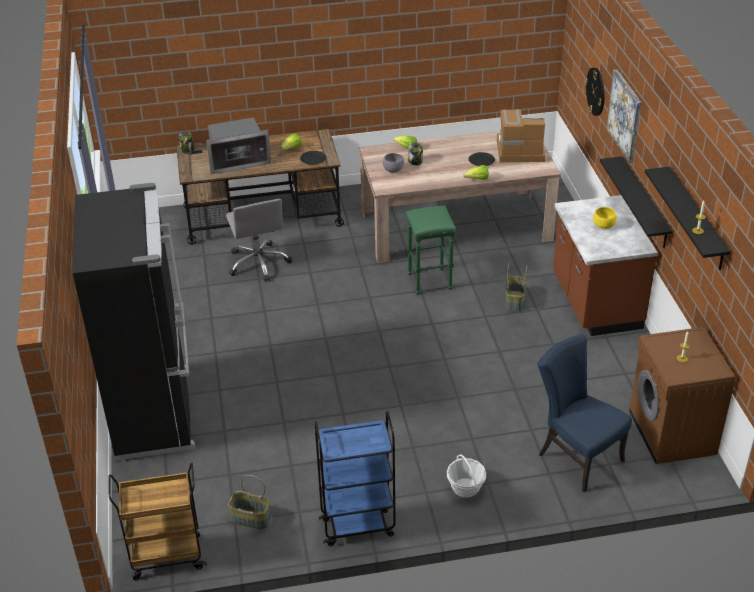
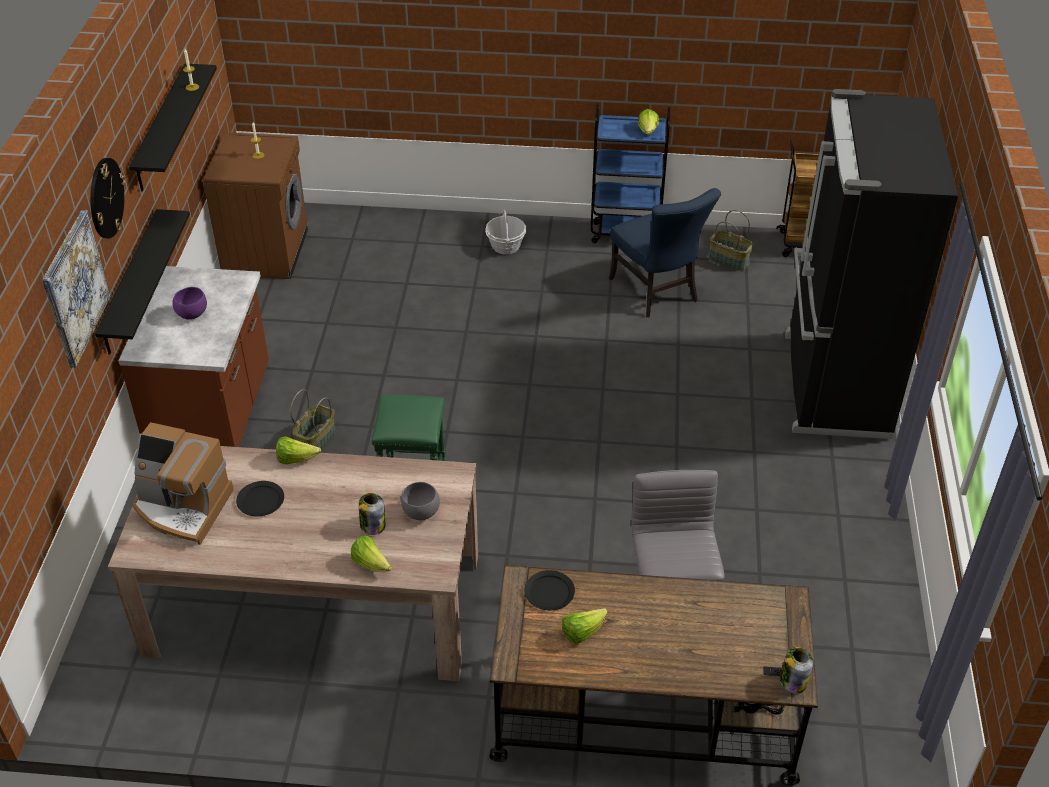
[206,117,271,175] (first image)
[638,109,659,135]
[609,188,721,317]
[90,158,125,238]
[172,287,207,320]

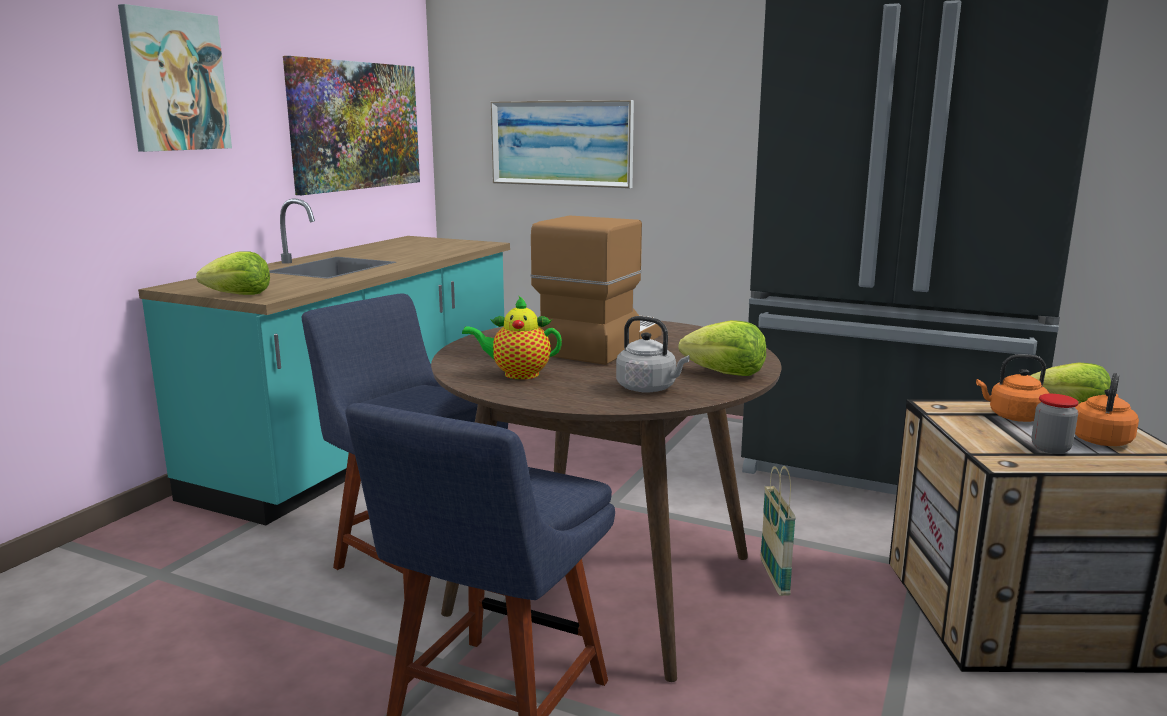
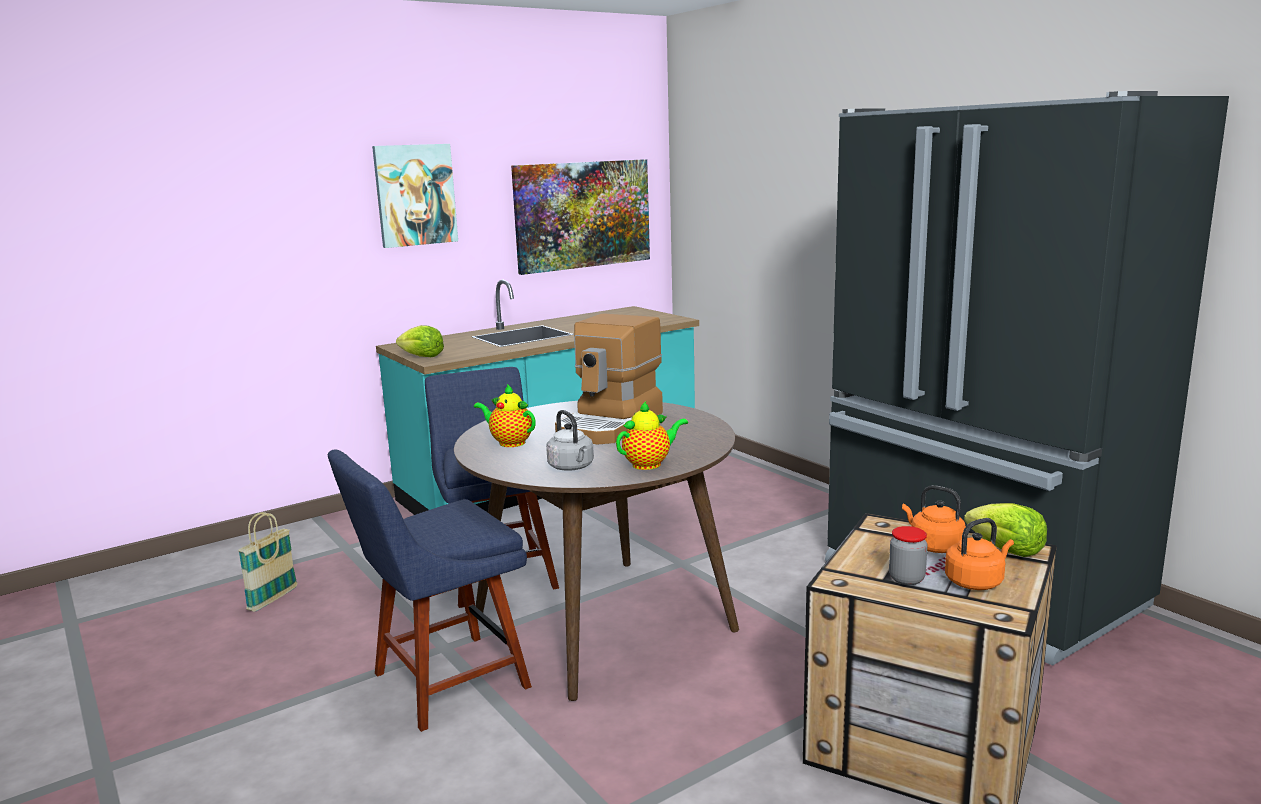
[490,100,634,188] (first image)
[238,512,297,612]
[616,401,688,470]
[555,313,663,445]

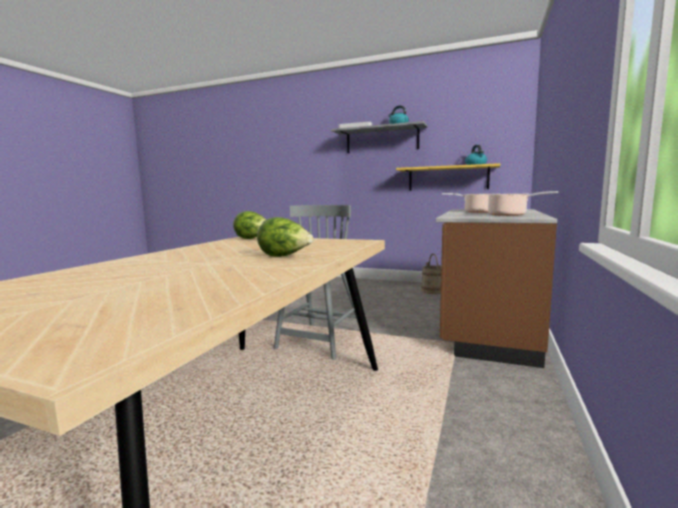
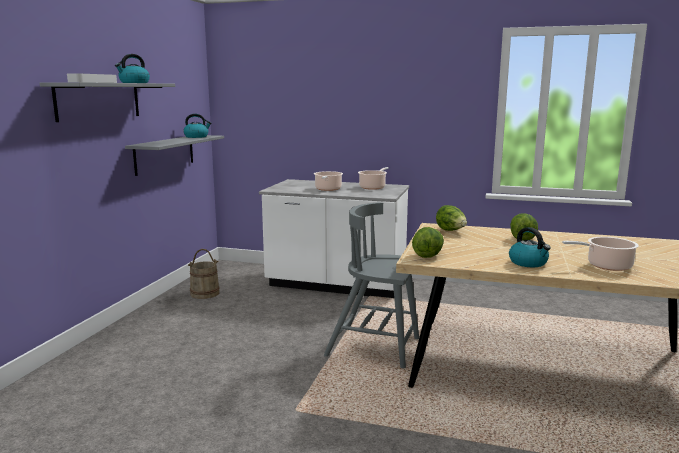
[436,205,467,231]
[509,227,551,267]
[562,237,639,271]
[125,135,224,176]
[259,179,409,298]

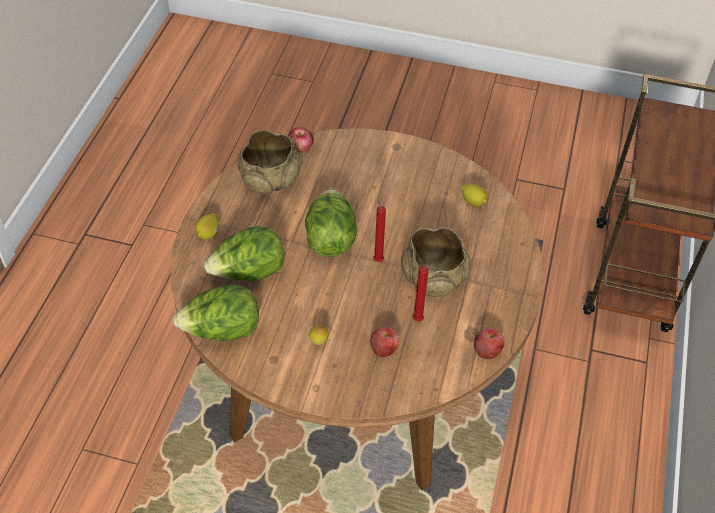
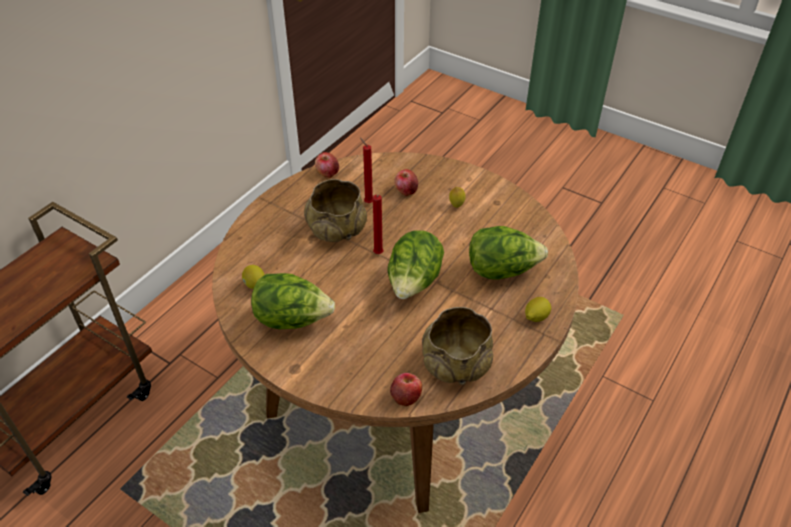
[251,273,335,329]

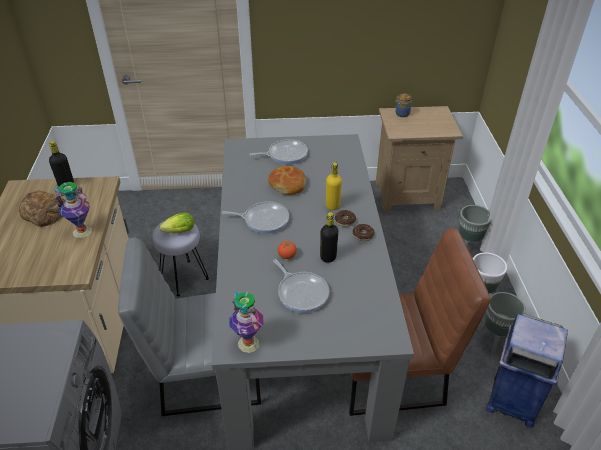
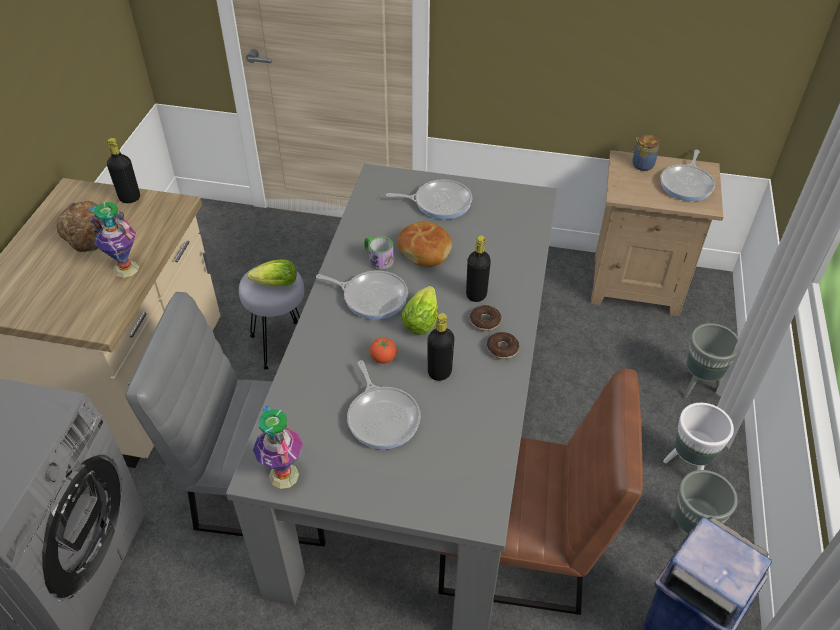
[364,236,394,271]
[401,286,438,335]
[660,149,715,201]
[466,235,491,302]

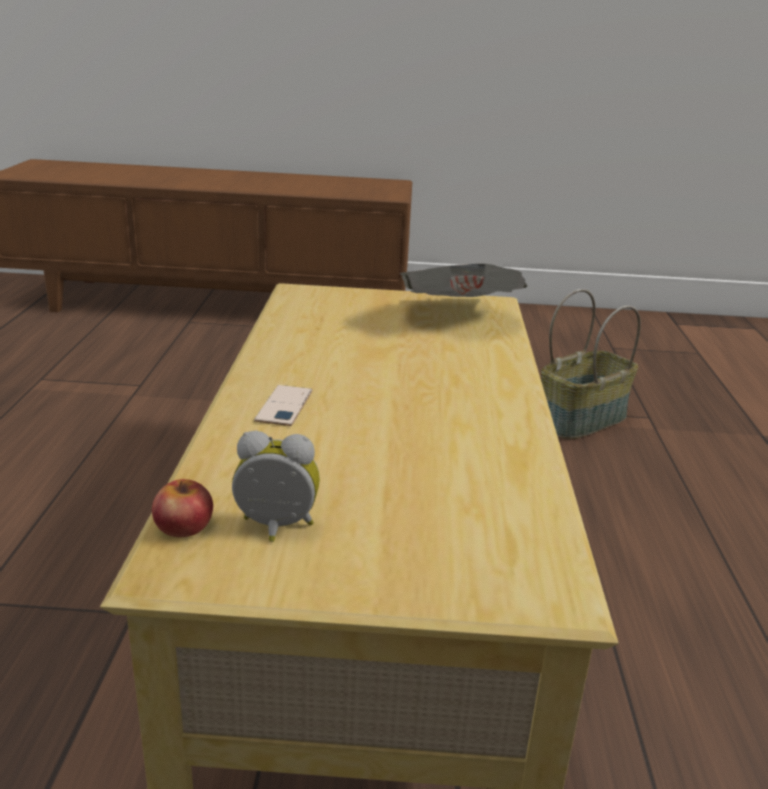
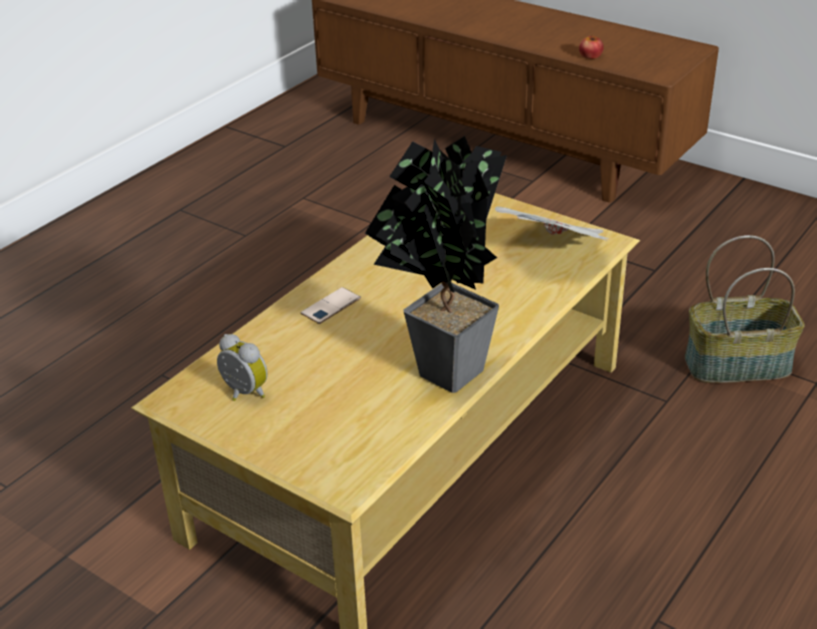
[365,136,507,393]
[579,36,604,59]

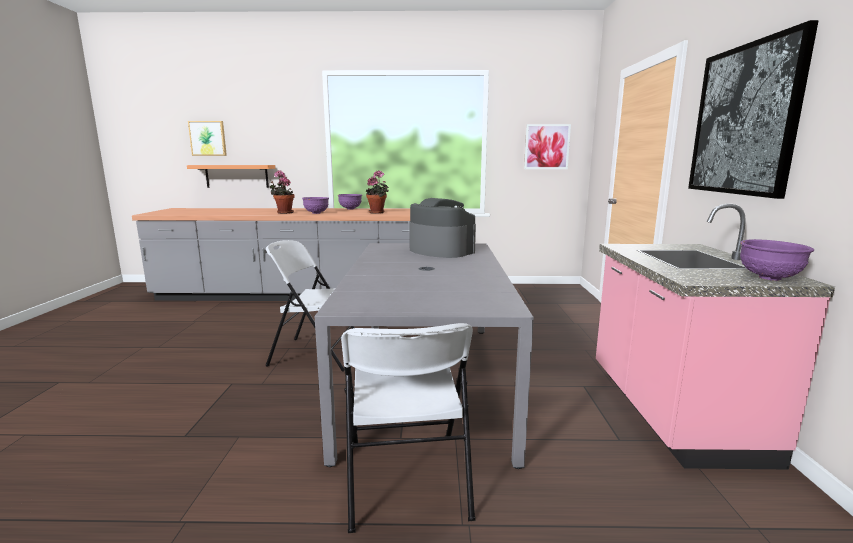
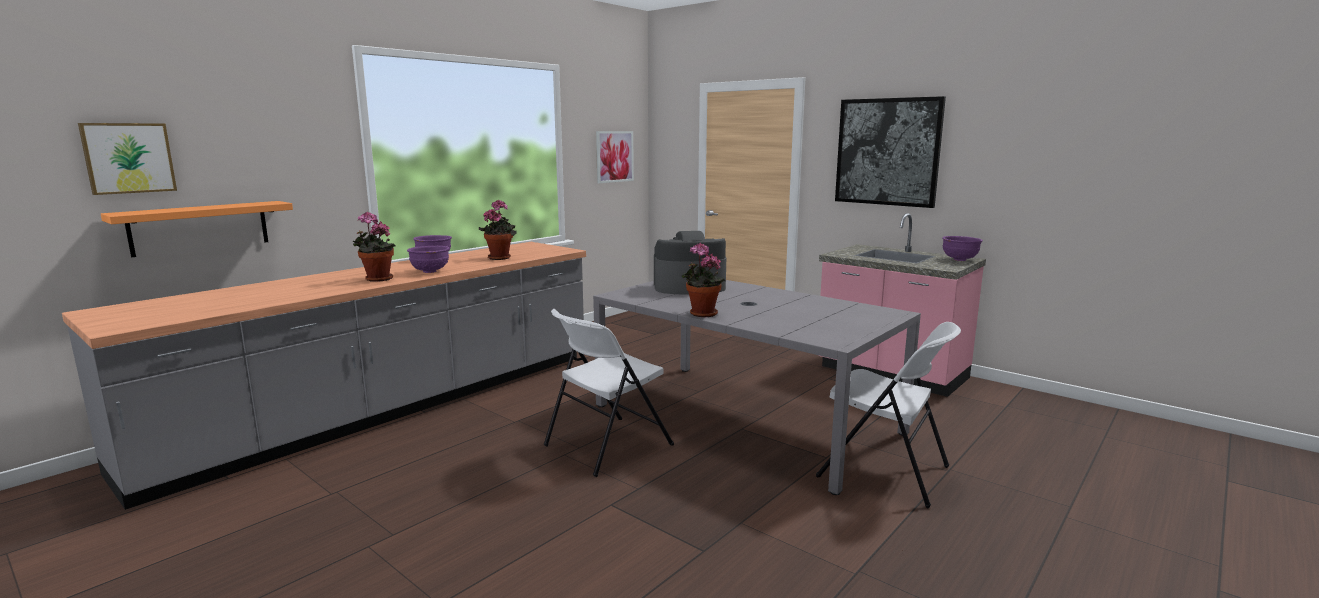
[682,243,725,317]

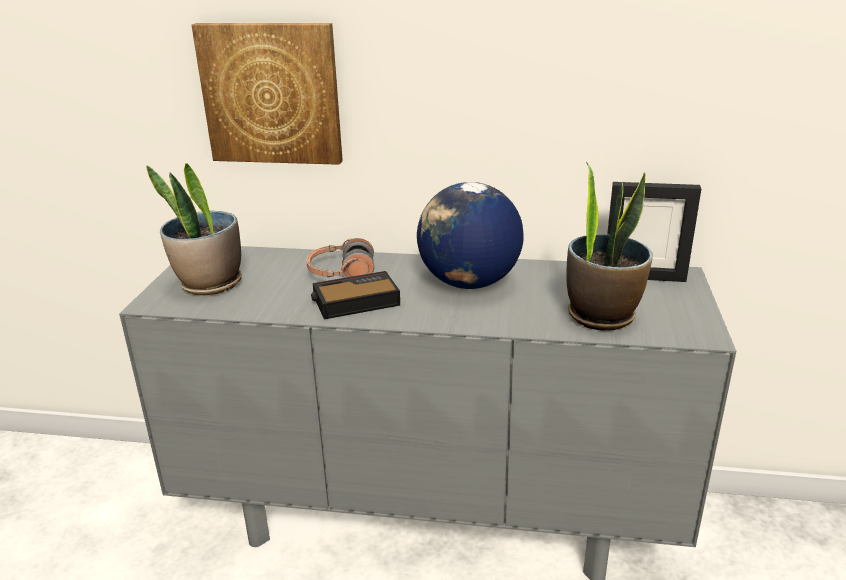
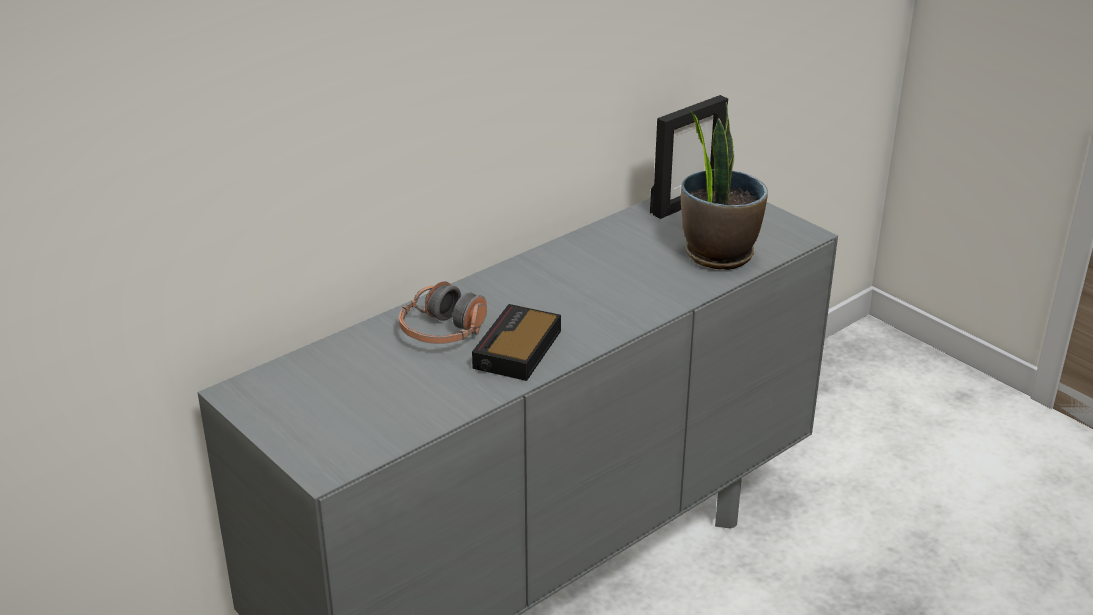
[146,163,242,295] (first image)
[191,23,343,165] (first image)
[417,182,524,289] (first image)

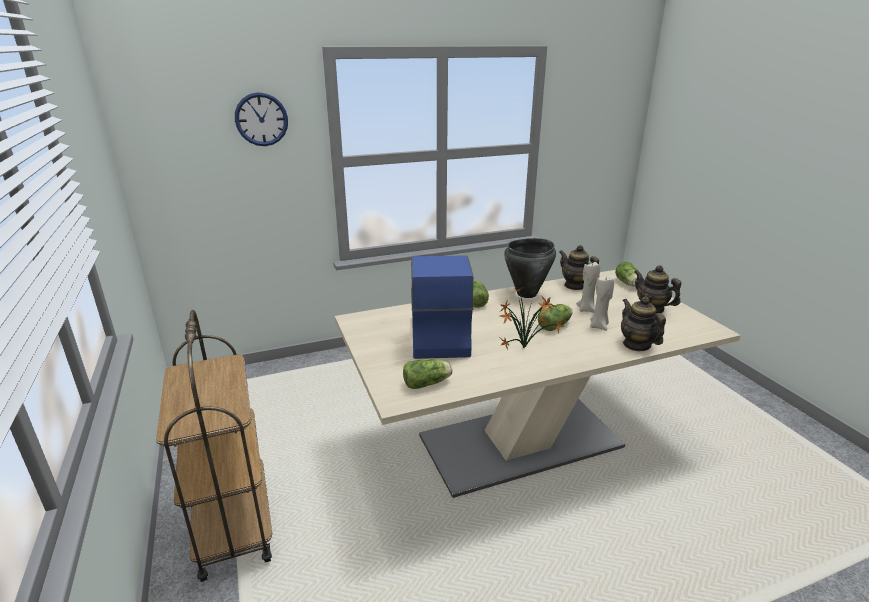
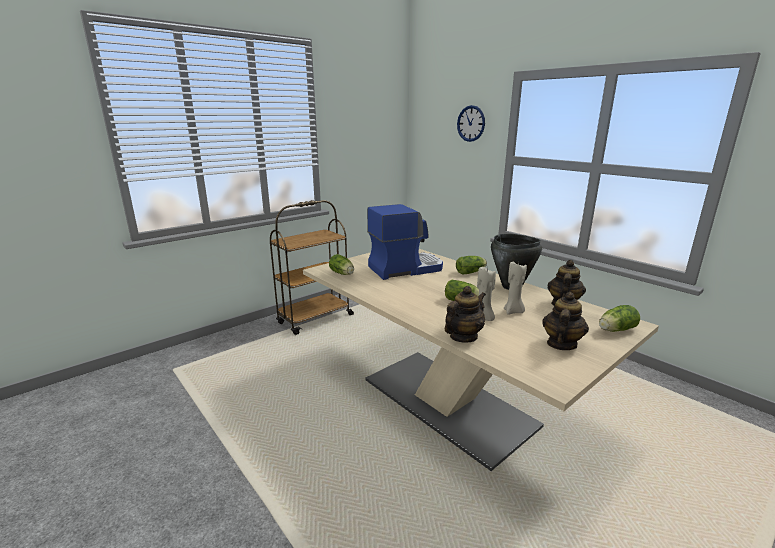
[499,286,565,350] (first image)

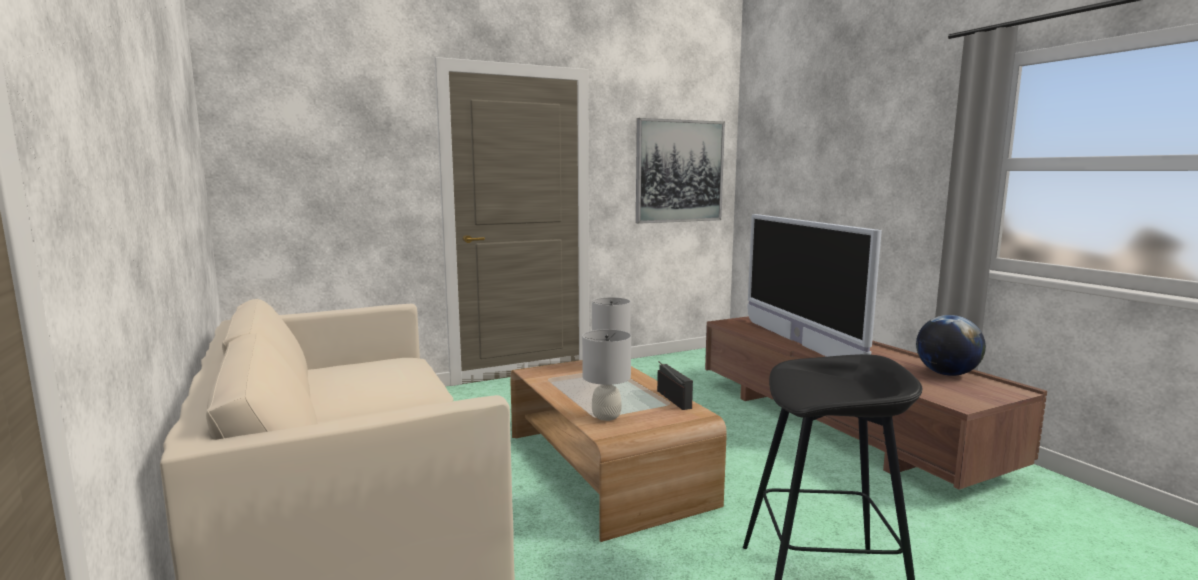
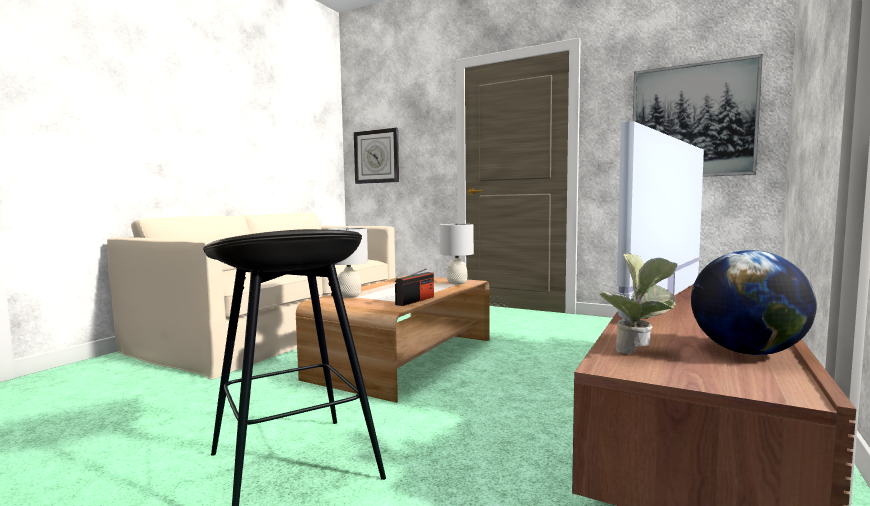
[354,128,399,184]
[599,251,677,354]

